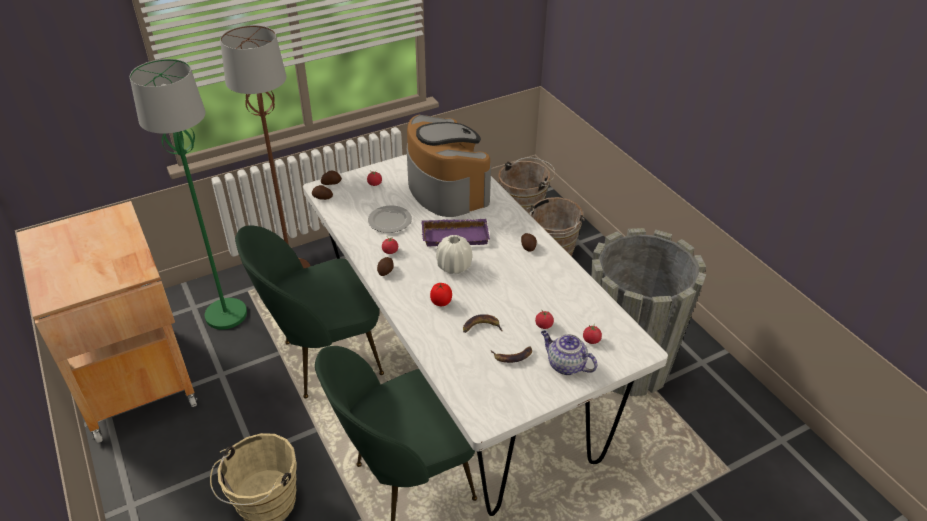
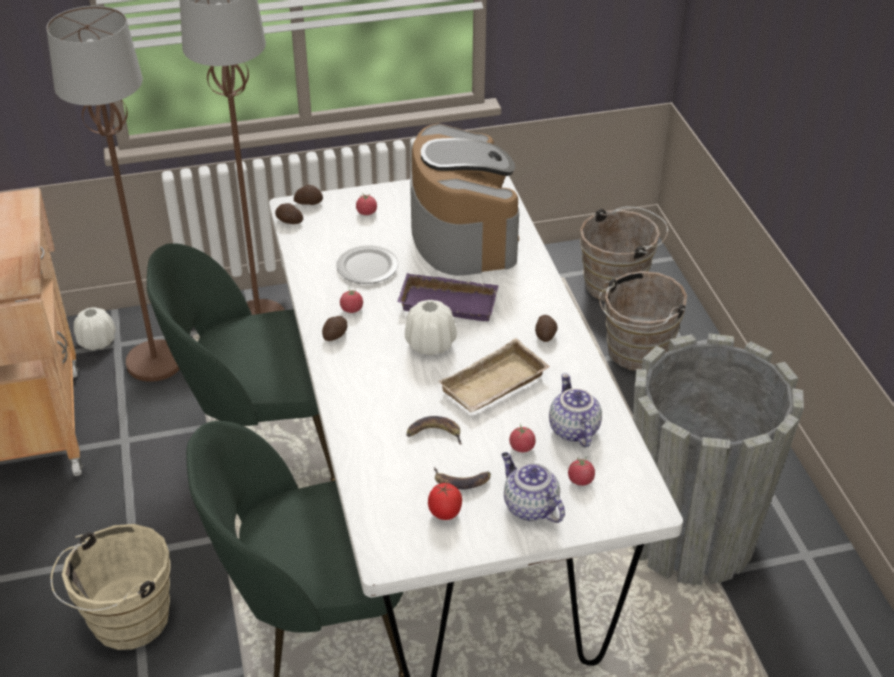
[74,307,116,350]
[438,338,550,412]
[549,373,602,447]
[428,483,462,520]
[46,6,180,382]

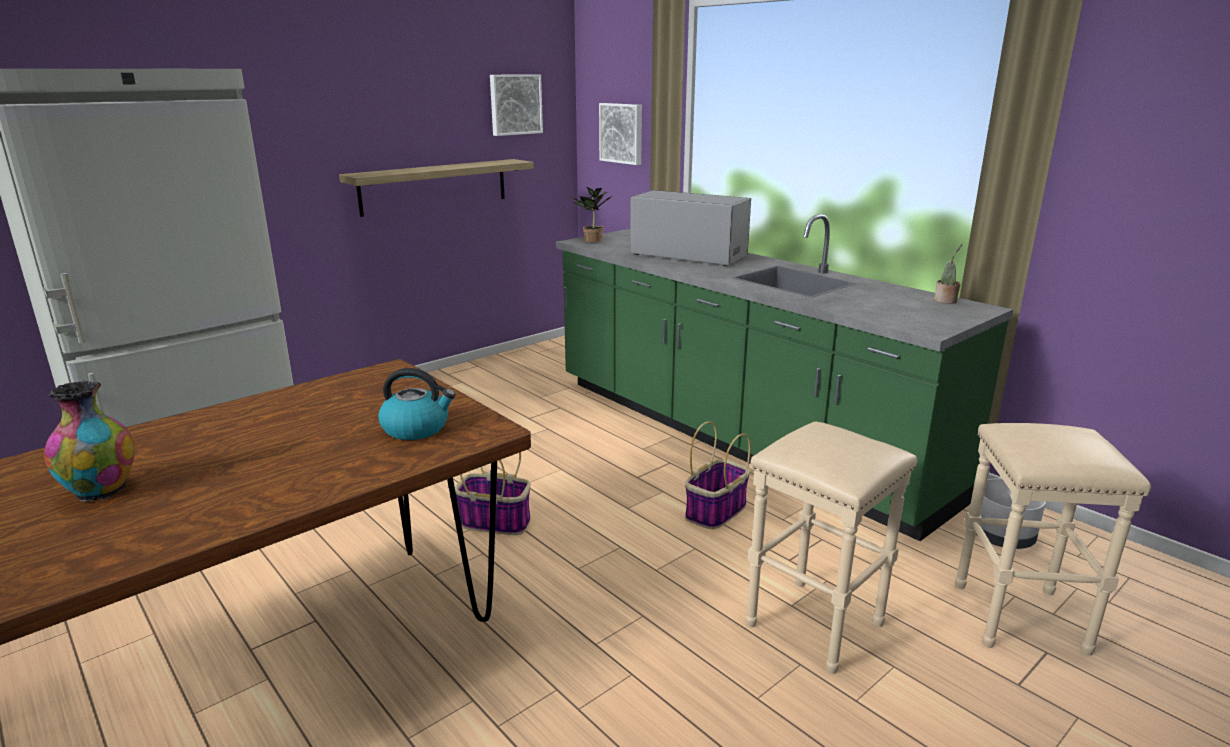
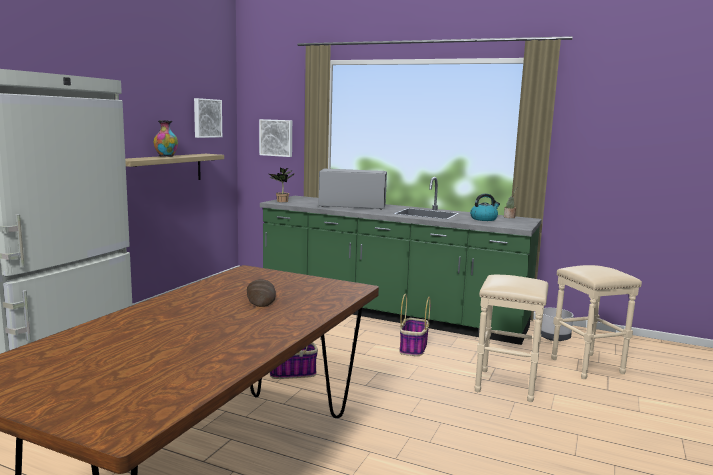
[247,279,276,307]
[153,120,178,157]
[470,193,500,221]

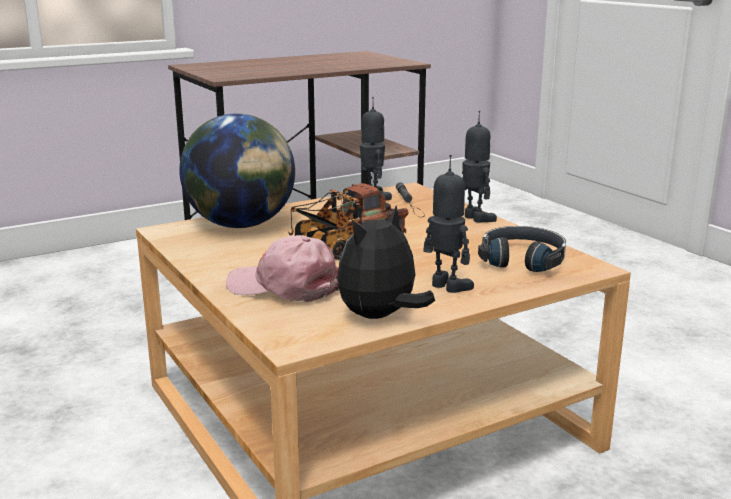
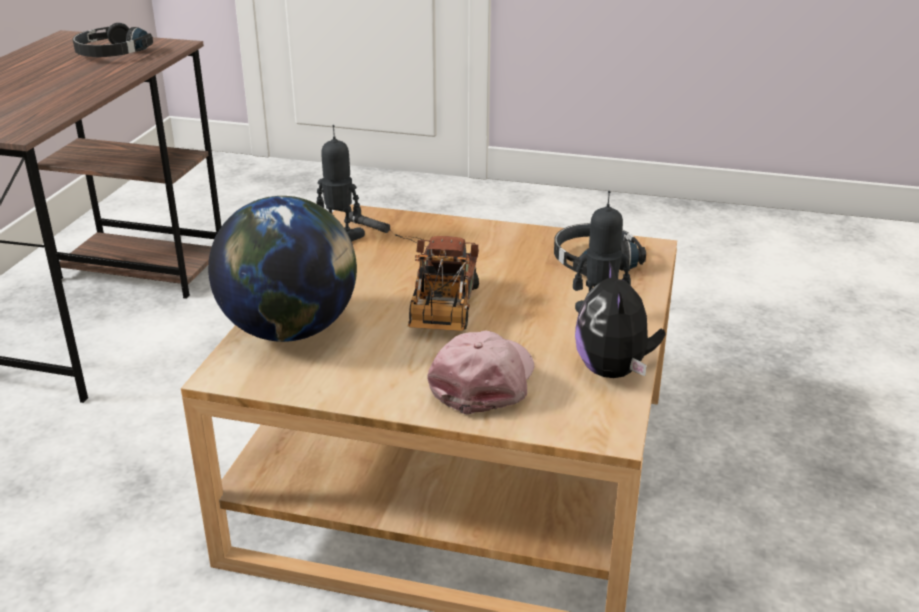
[462,111,497,223] (first image)
[73,23,153,57]
[427,330,534,415]

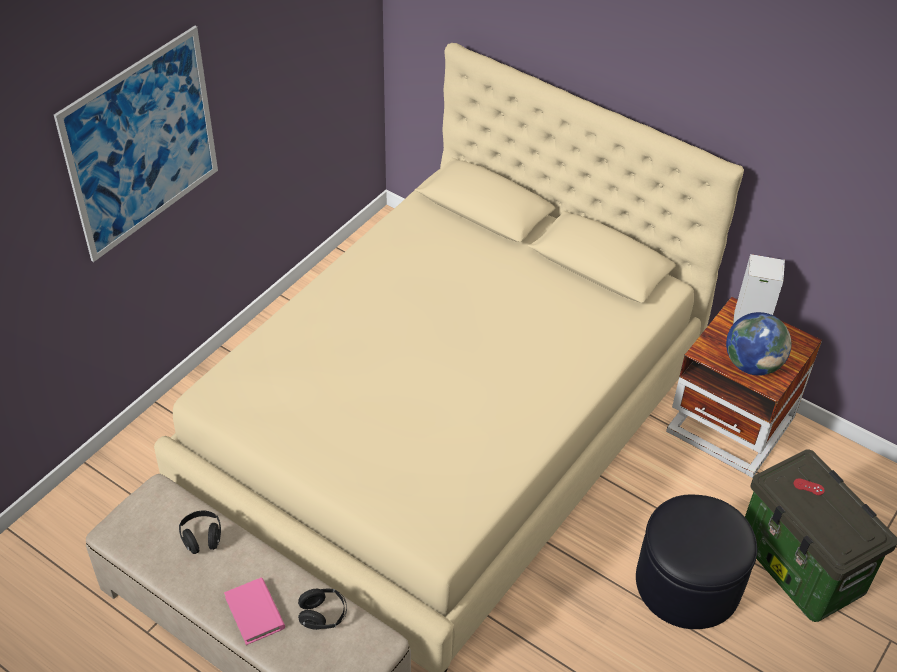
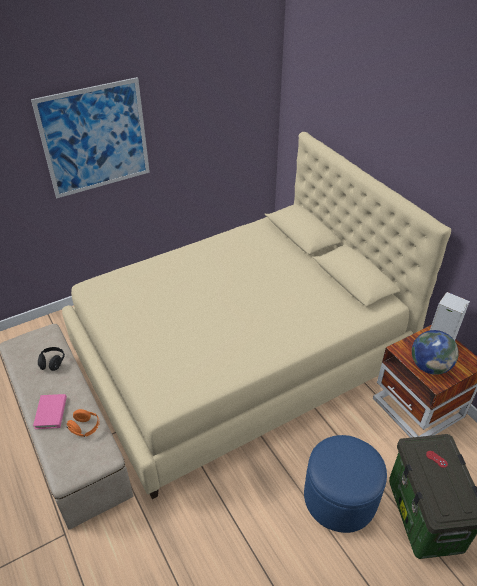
[67,409,100,437]
[304,435,387,533]

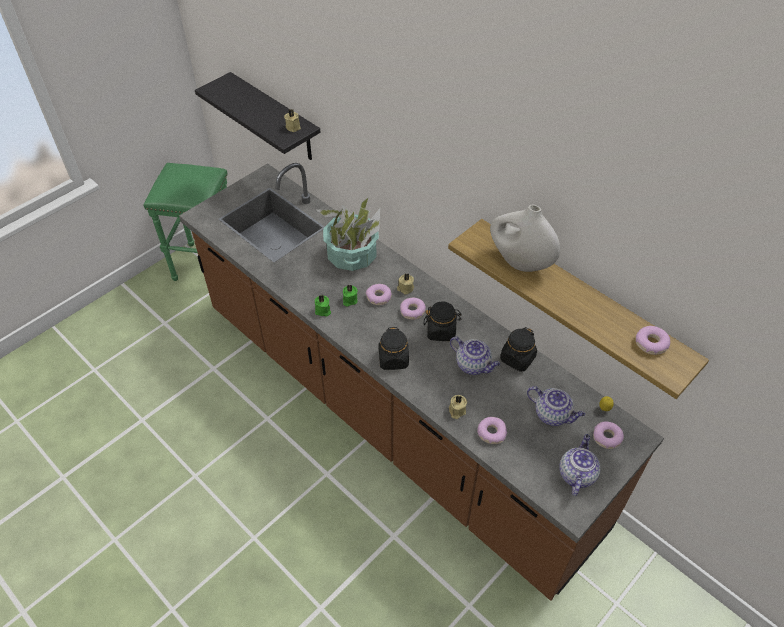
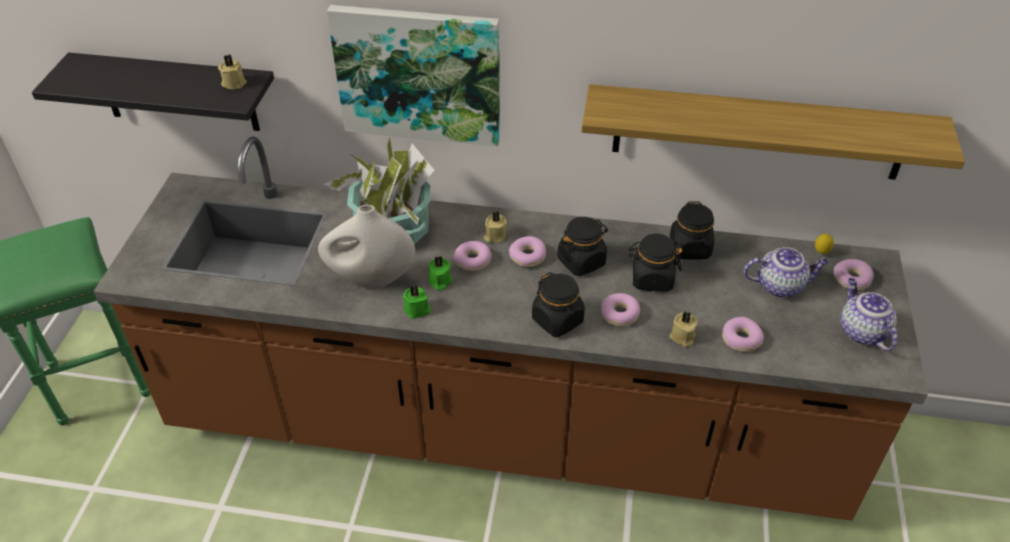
[327,5,500,146]
[318,205,415,289]
[601,293,640,326]
[629,233,682,292]

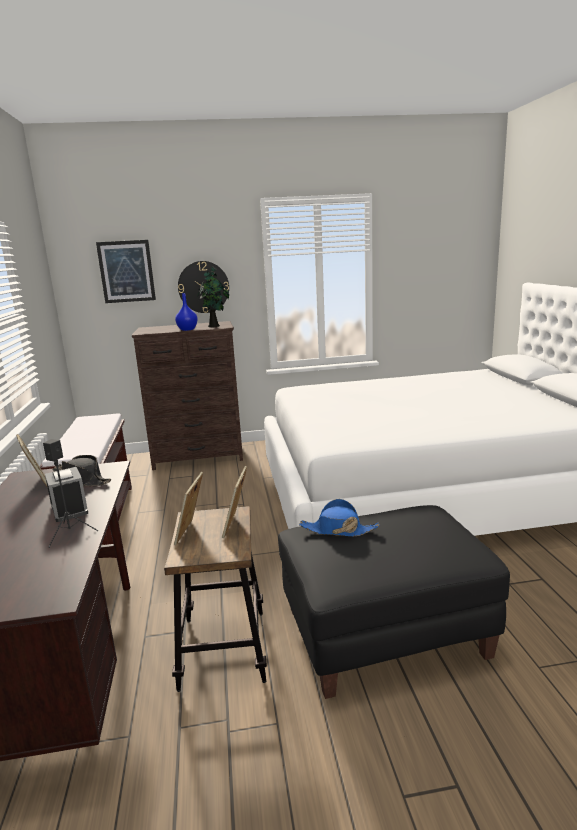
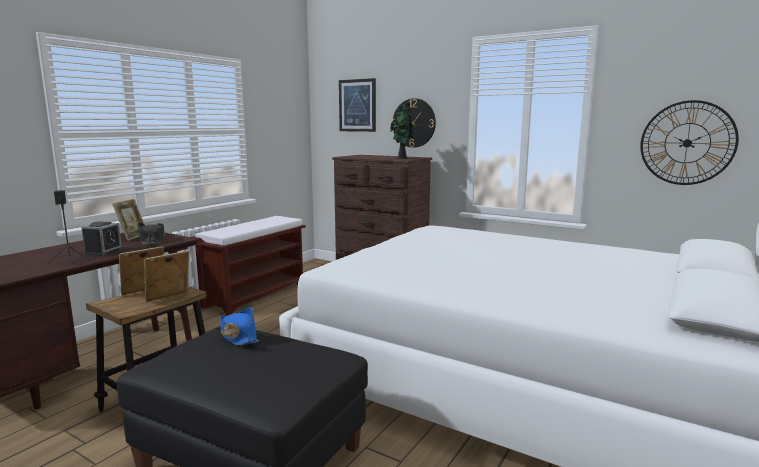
[175,293,198,331] (first image)
[640,100,739,185]

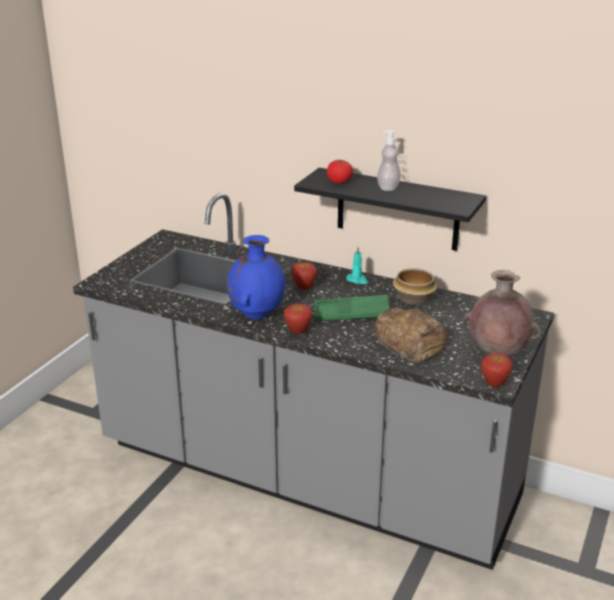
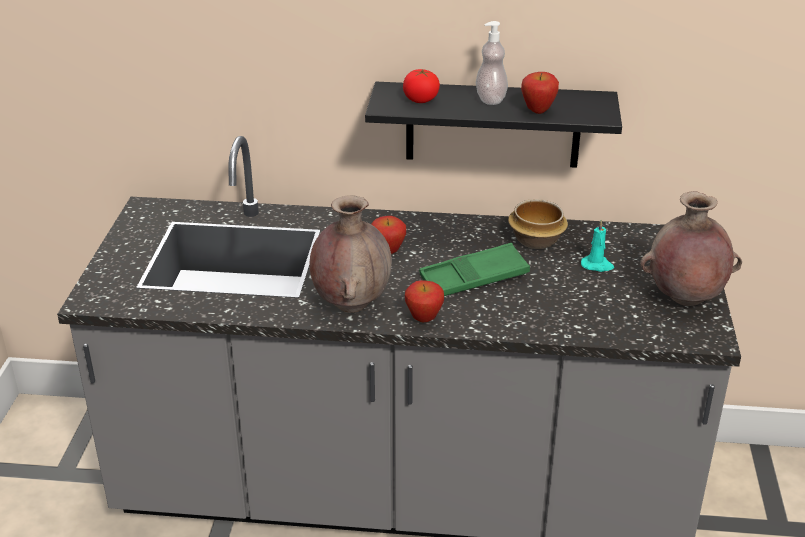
[374,307,447,363] (first image)
[581,219,614,272]
[521,72,559,114]
[310,195,392,313]

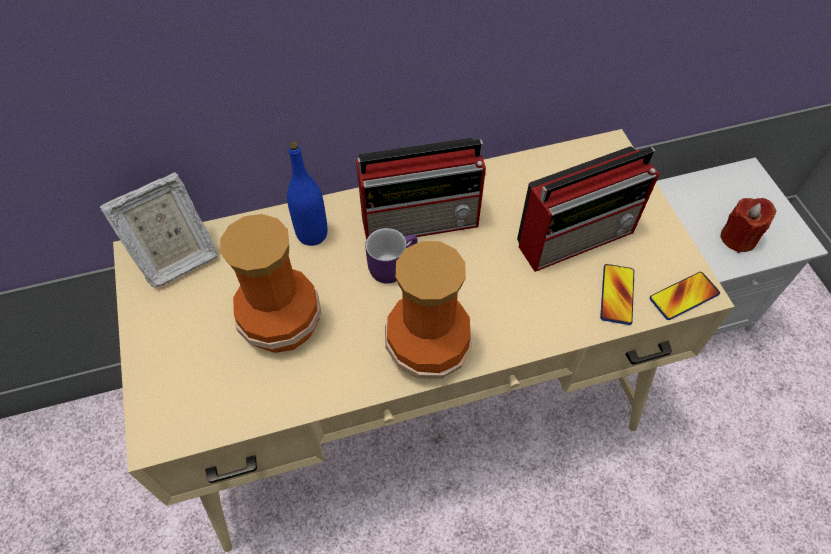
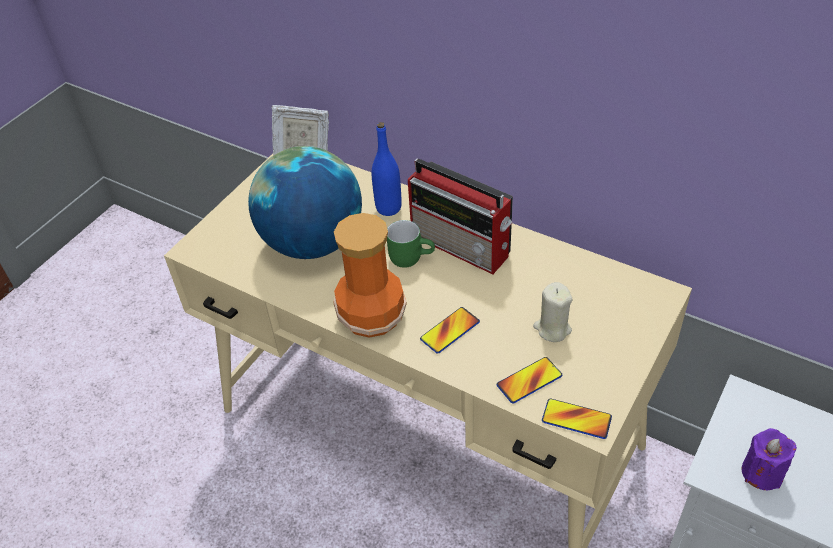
[420,307,480,354]
[248,146,362,259]
[533,282,573,342]
[387,220,435,268]
[741,428,797,490]

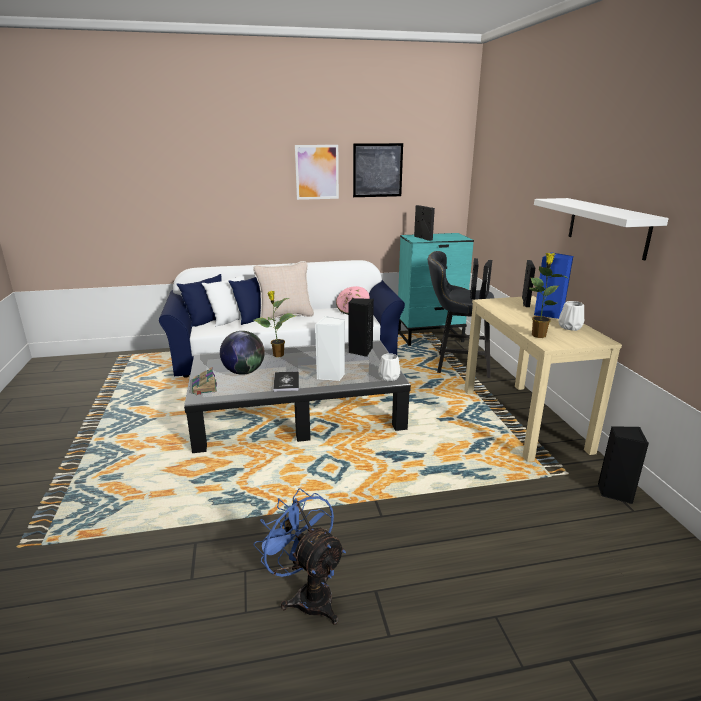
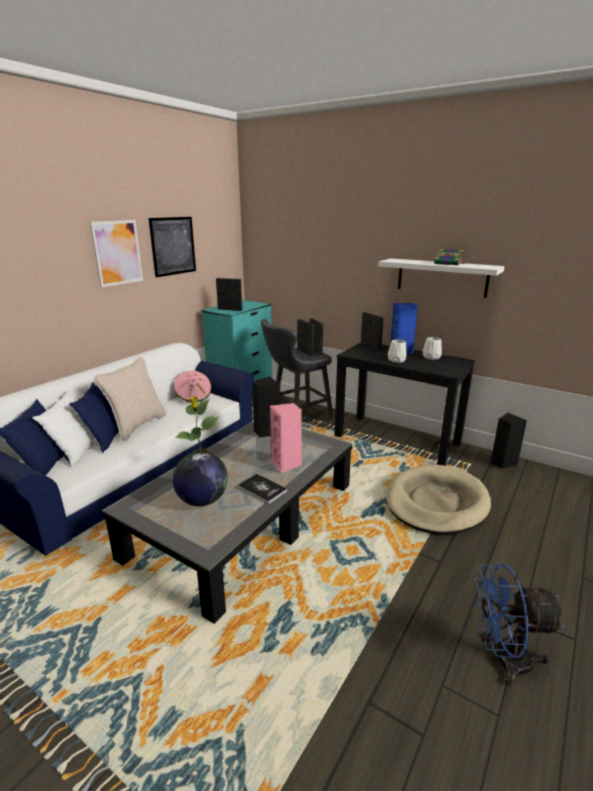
[529,253,567,338] (first image)
[386,464,491,534]
[434,249,464,265]
[388,340,407,363]
[270,403,302,473]
[334,342,475,466]

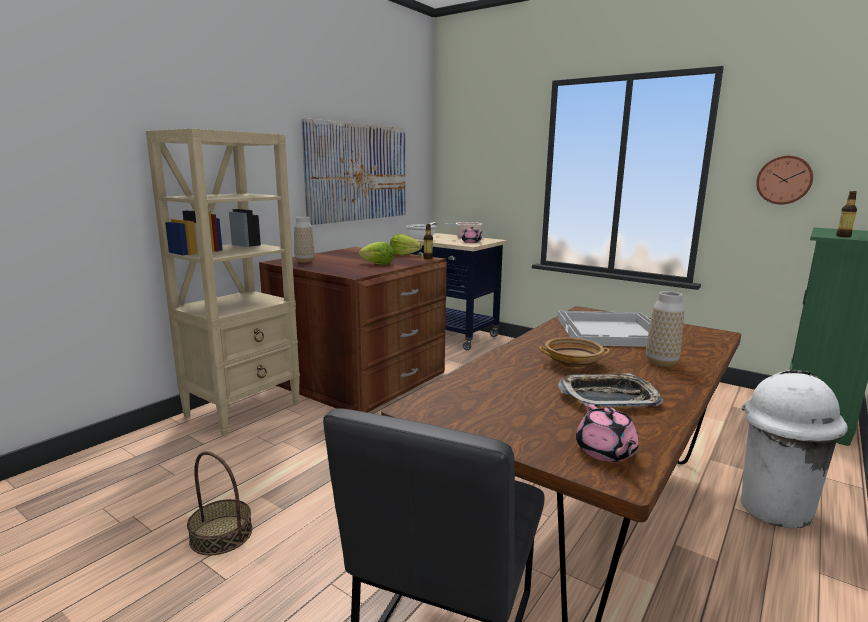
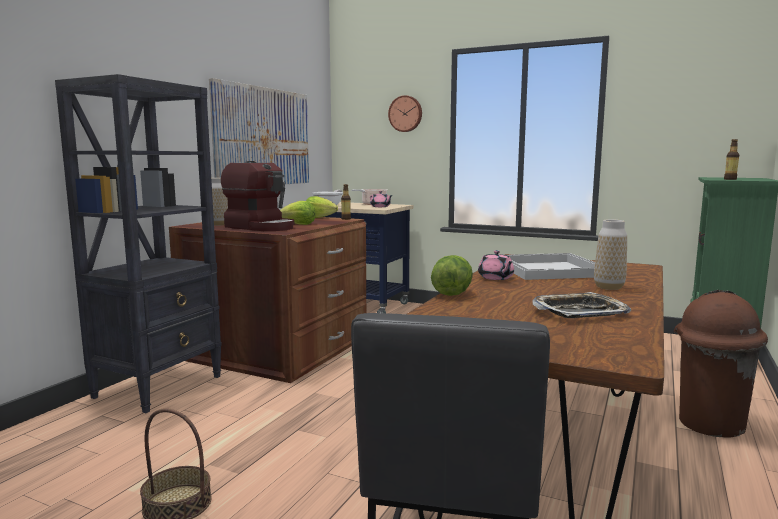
[539,337,610,369] (first image)
[221,161,294,231]
[431,255,473,296]
[478,250,514,280]
[388,95,422,132]
[55,74,222,413]
[674,290,768,438]

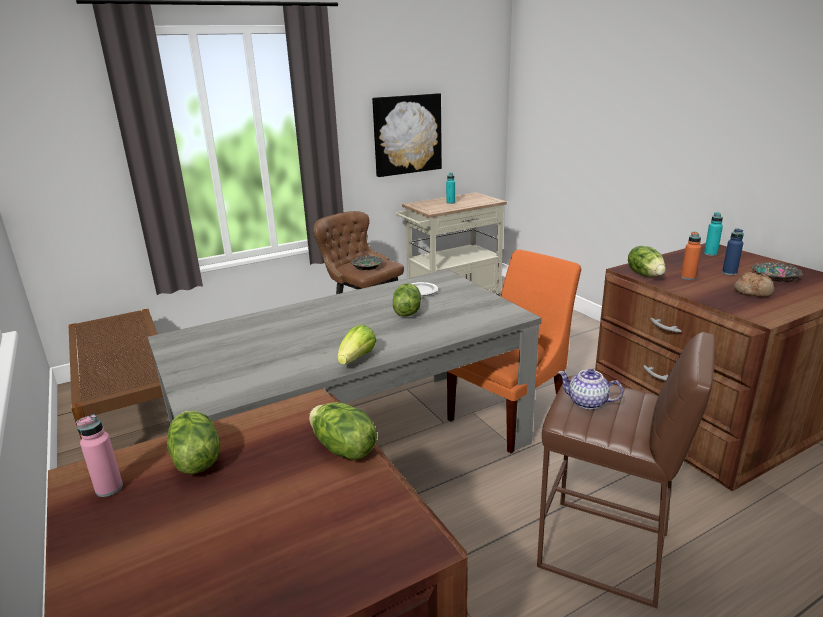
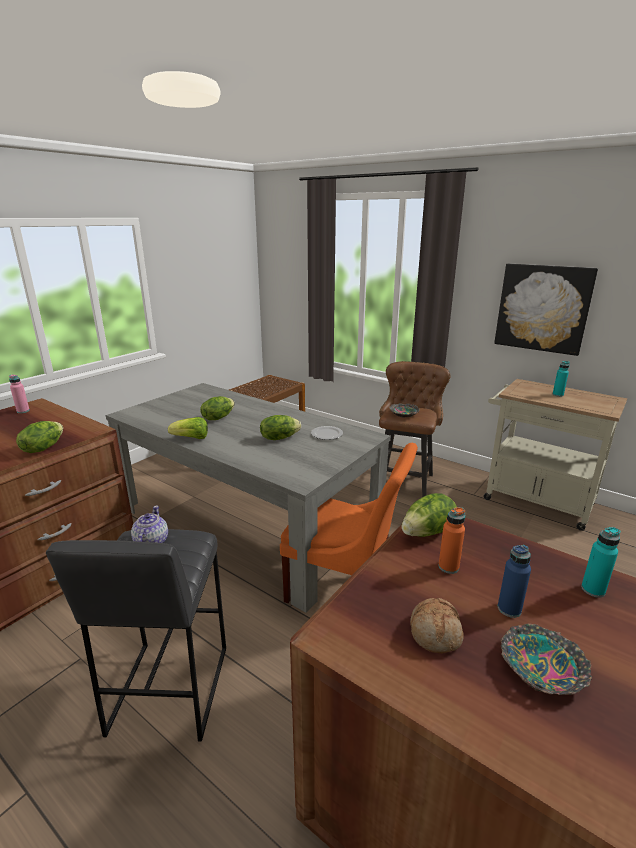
[200,396,235,420]
[46,529,226,742]

